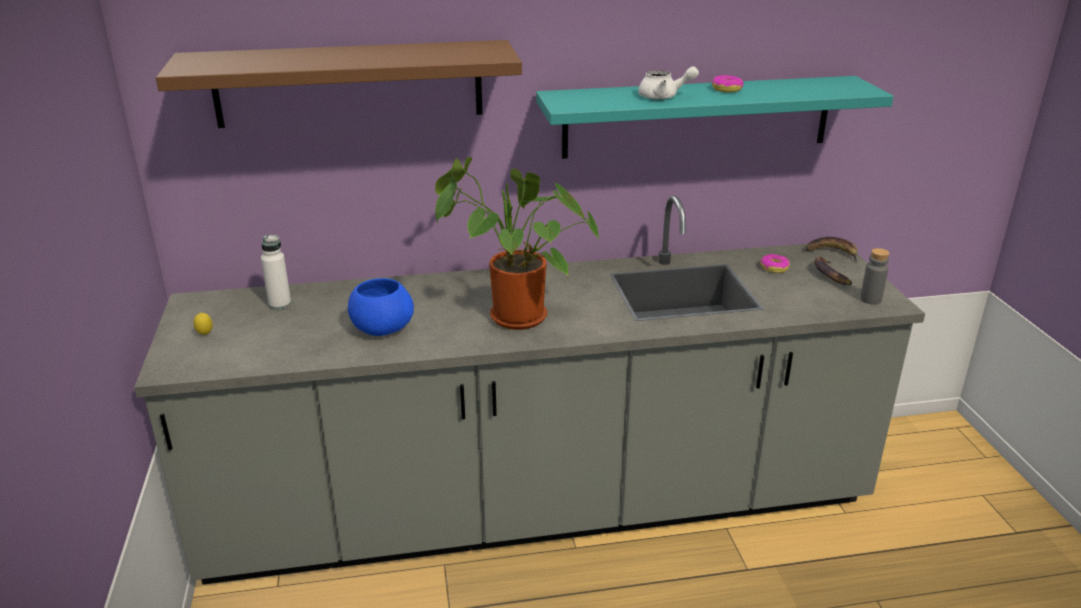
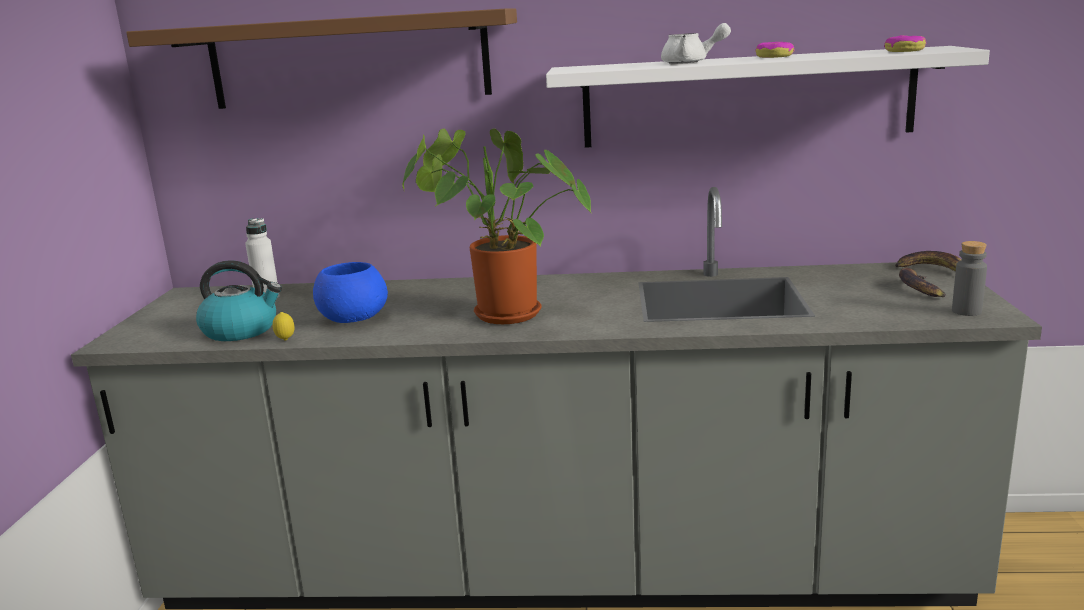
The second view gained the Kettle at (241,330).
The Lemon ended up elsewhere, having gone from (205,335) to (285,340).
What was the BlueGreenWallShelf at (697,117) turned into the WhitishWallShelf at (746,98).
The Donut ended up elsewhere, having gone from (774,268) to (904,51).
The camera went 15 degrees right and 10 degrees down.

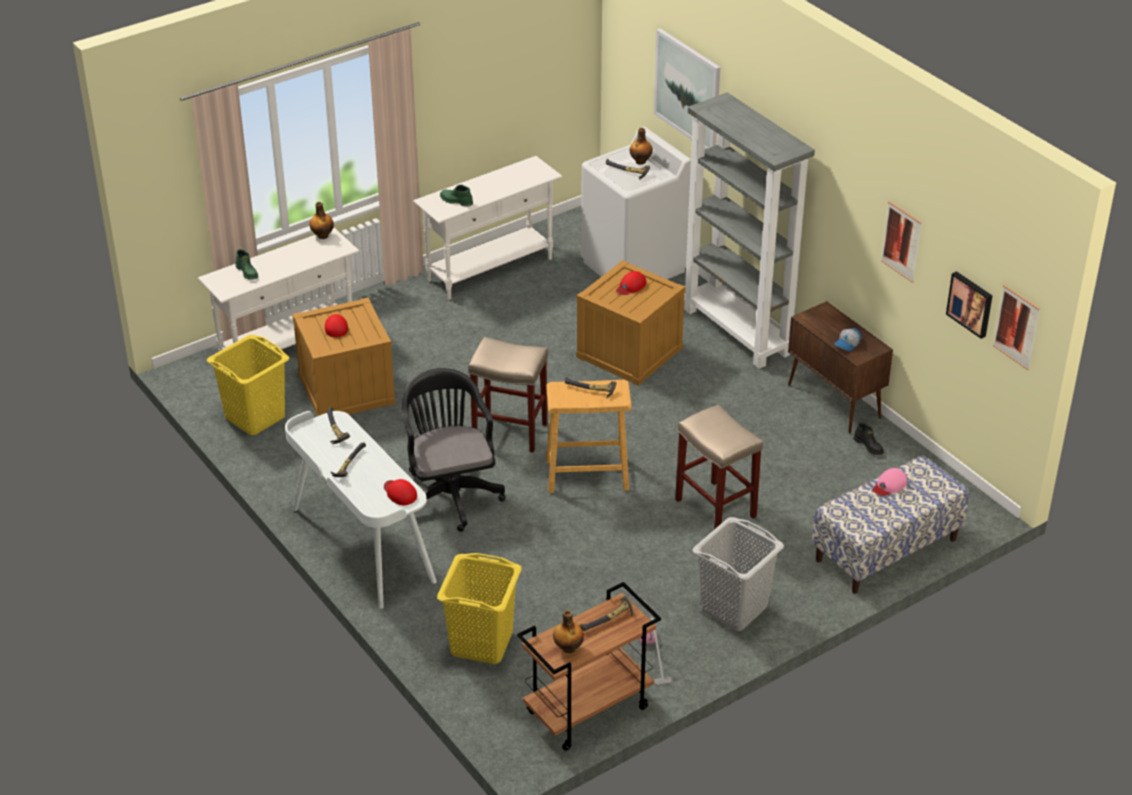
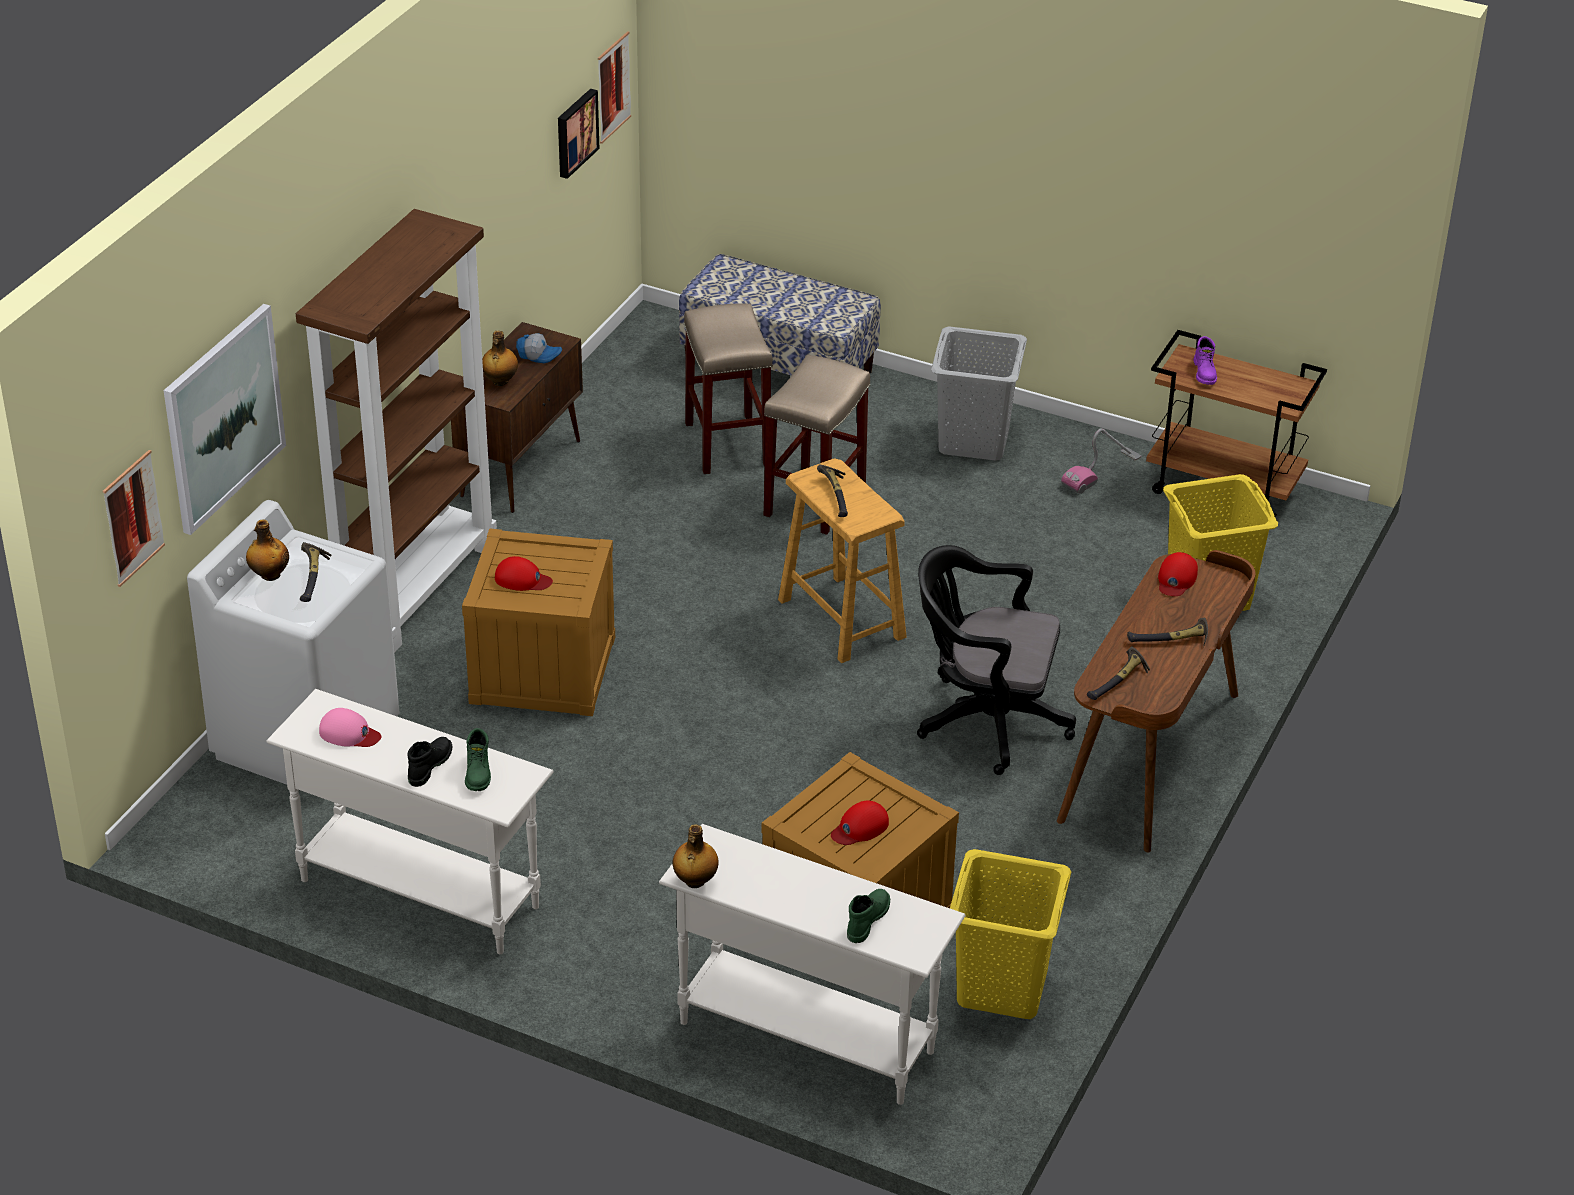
The WallPicture ended up elsewhere, having gone from (901,241) to (133,518).
What was the GreyishShelvingUnit at (738,332) turned into the BrownishShelvingUnit at (416,588).
The PinkColouredCap ended up elsewhere, having gone from (889,485) to (349,733).
The BlackHighTopBoot ended up elsewhere, having gone from (869,446) to (429,765).
The Bottle ended up elsewhere, having gone from (568,647) to (500,381).
The SandColouredSittingStool ended up elsewhere, having gone from (508,432) to (728,445).
The BlackOfficeChair at (450,493) ended up facing another way, 60 degrees clockwise from before.
What was the WhitishDesk at (361,545) turned into the BrownishDesk at (1152,757).
Where the HandHammer stood at (609,620), the PurpleHighTopBoot came to stand at (1205,373).
The camera went 120 degrees left and 0 degrees up.

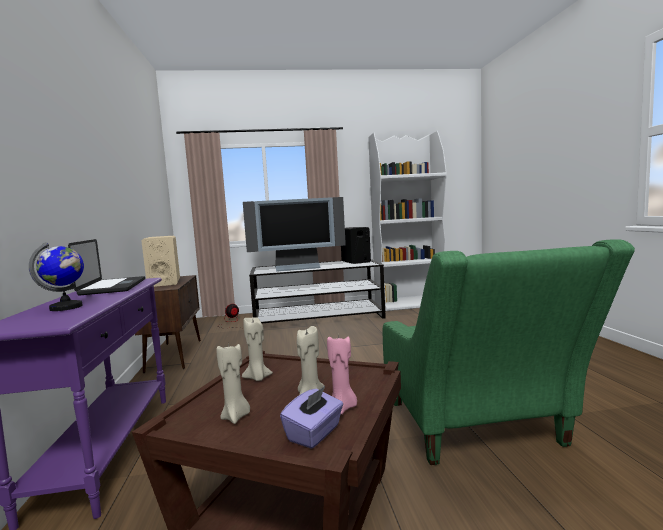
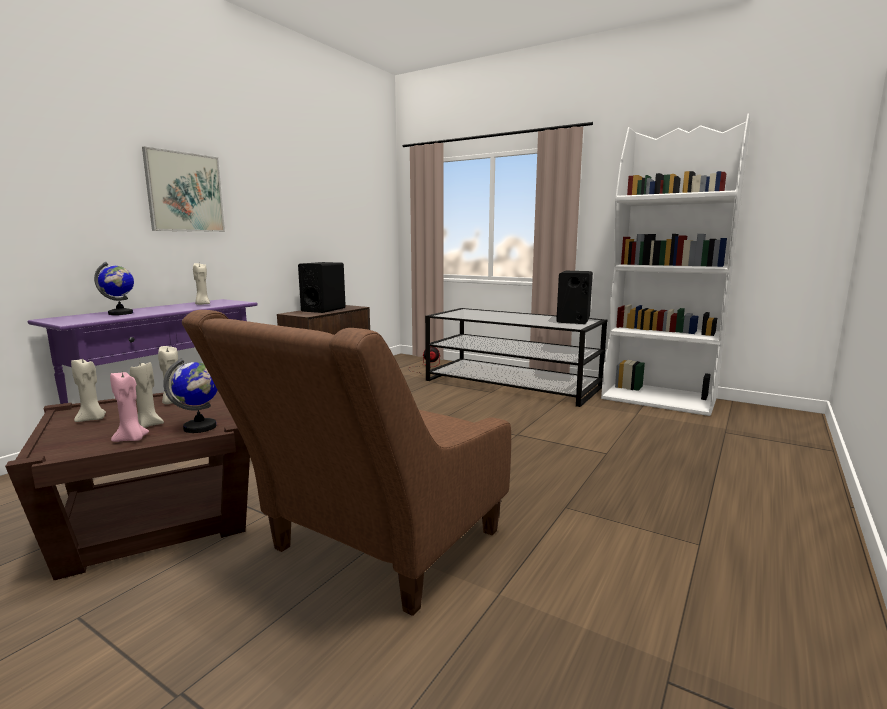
The second view gained the WallPicture at (185,192).
The second view gained the Globe at (200,427).
What was the GreenEasyChair at (480,432) turned into the BrownishEasyChair at (371,552).
Where the NotebookComputer stood at (113,287), the SandColouredWaxLight came to stand at (202,304).
What was the SandColouredSpeaker at (164,282) turned into the BlackSpeaker at (323,309).
The second view lost the TvSet at (297,268).
The second view lost the PurpleTissueHolder at (314,433).
The camera went 40 degrees right and 5 degrees up.

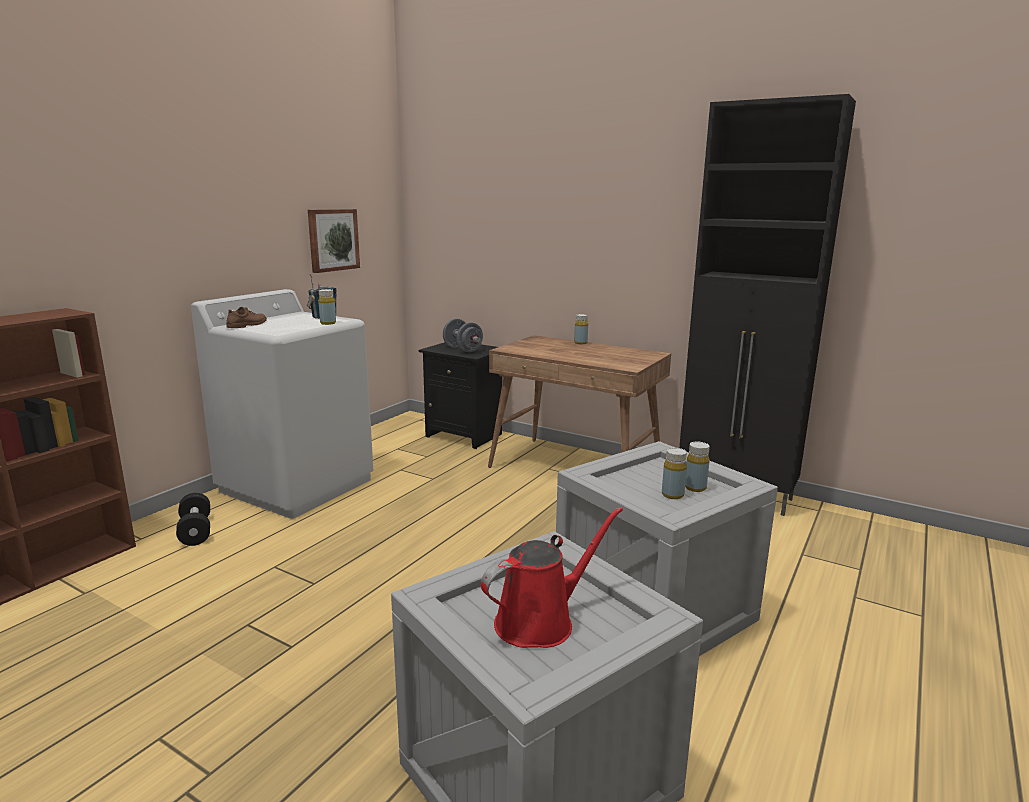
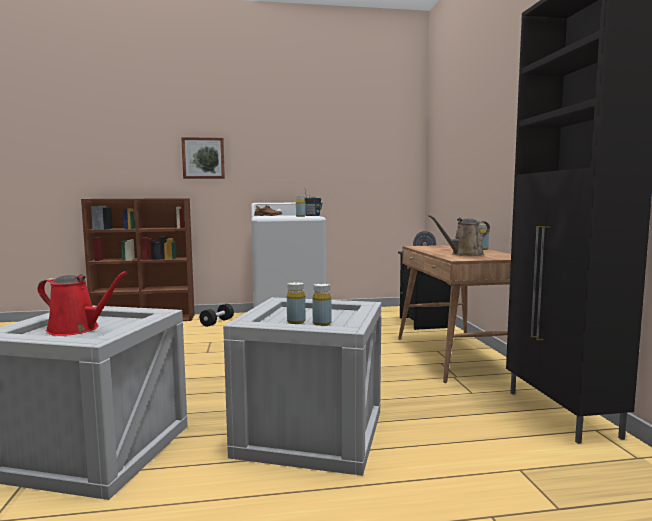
The WallPicture ended up elsewhere, having gone from (333,240) to (203,158).
The second view gained the BrownishSprinklingCan at (464,254).
The camera went 50 degrees right and 10 degrees down.

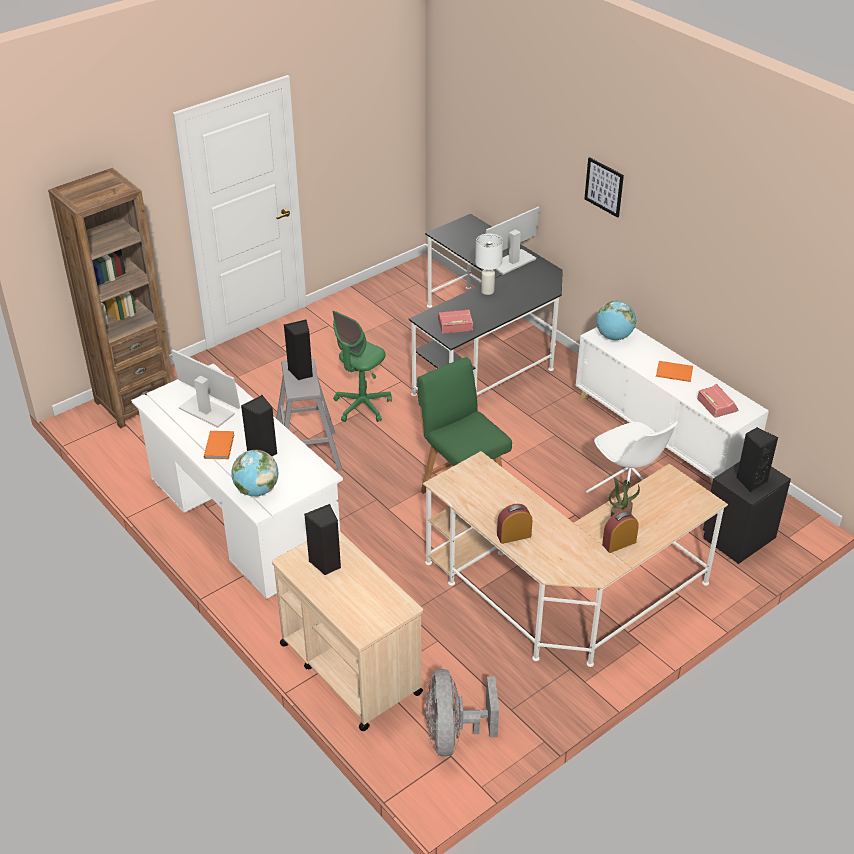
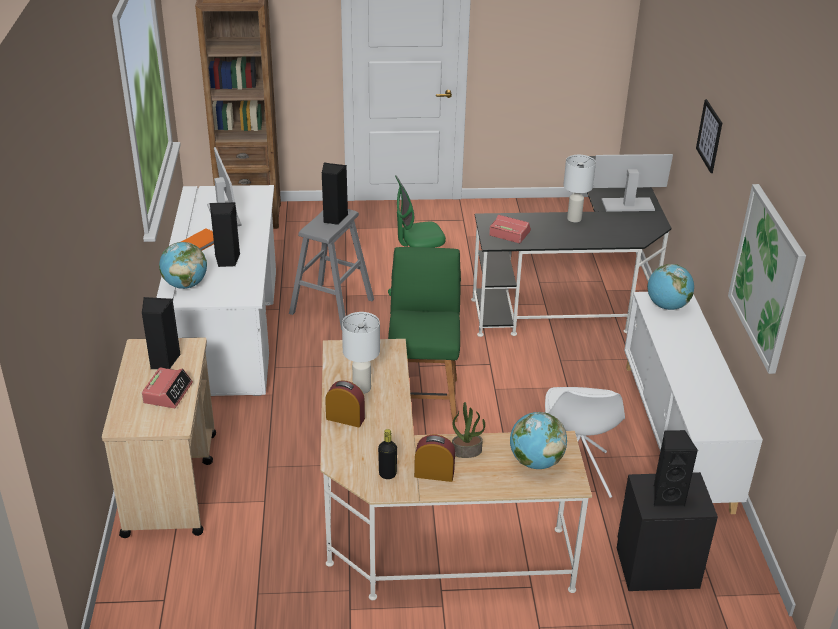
The AlarmClock ended up elsewhere, having gone from (717,405) to (168,393).
The second view gained the WhitishTabletopLamp at (362,388).
The second view gained the BlackBottle at (387,474).
The second view gained the Globe at (535,462).
The second view gained the WallPicture at (767,277).
The second view lost the GreyishElectricFan at (453,735).
The second view lost the OrangeBoundBook at (673,372).
The camera went 35 degrees right and 5 degrees down.

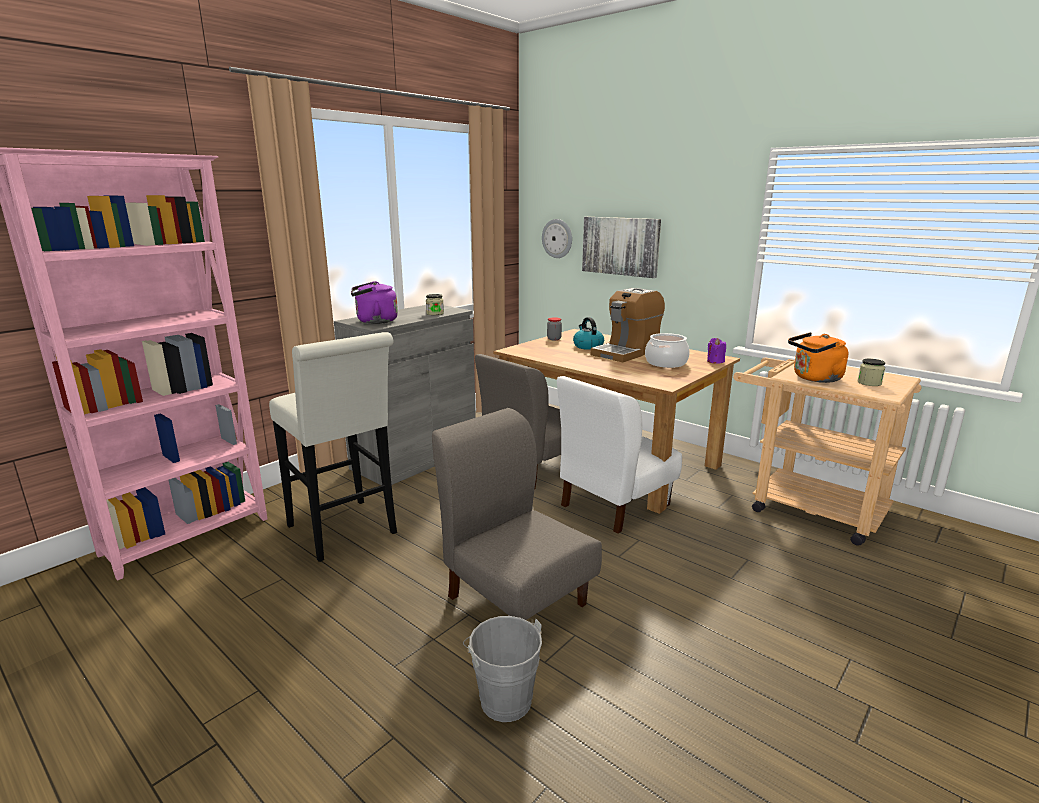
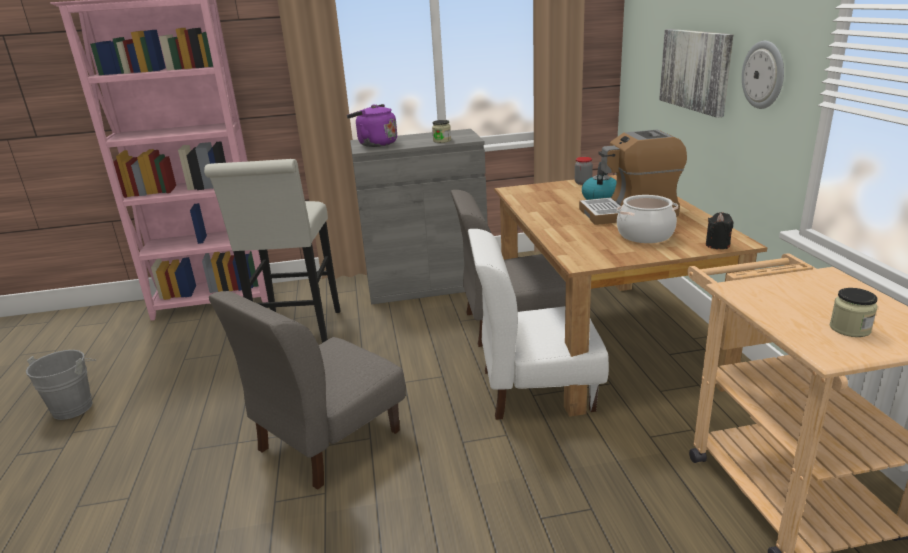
The GreyishWaterBucket ended up elsewhere, having gone from (503,697) to (75,406).
The GreyishPlainChair at (516,599) ended up facing another way, 135 degrees counterclockwise from before.
What was the PurpleWaxLight at (715,361) turned into the BlackWaxLight at (717,245).
The ClockOnTheWall ended up elsewhere, having gone from (557,238) to (764,75).
The second view lost the OrangeKettle at (814,378).
The camera went 40 degrees right and 5 degrees up.

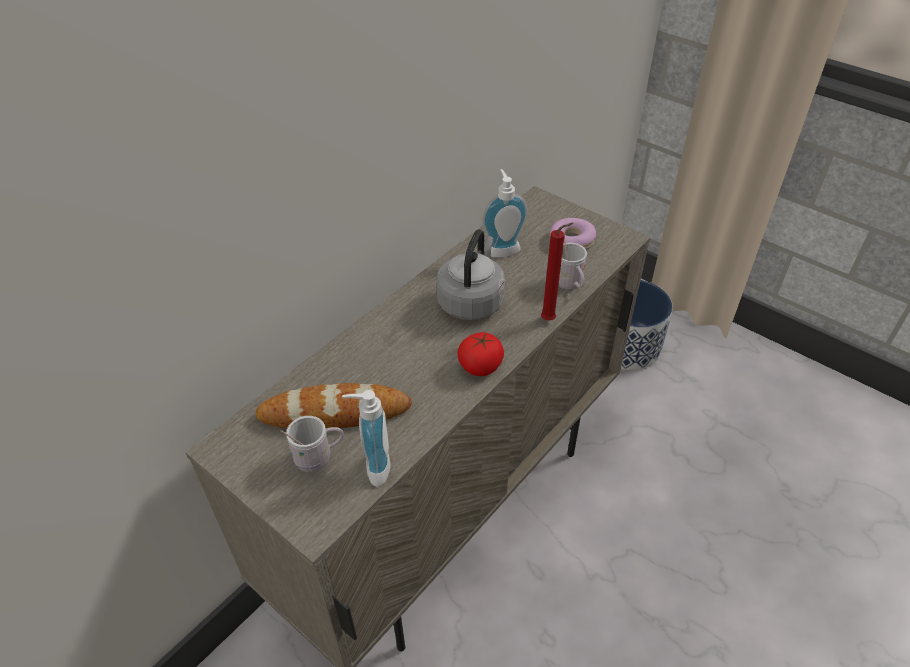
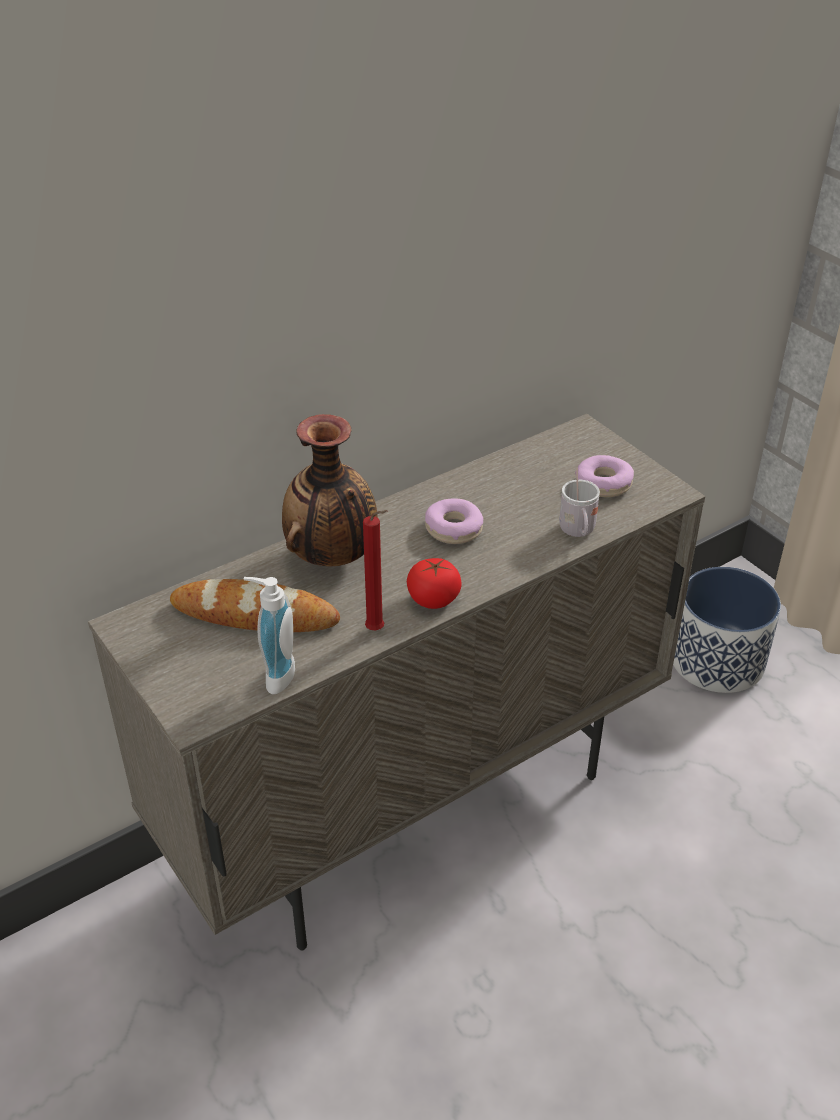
The second view gained the Vase at (332,557).
The ReddishWaxLight ended up elsewhere, having gone from (550,320) to (378,630).
Where the GreyishKettle stood at (472,301), the Donut came to stand at (453,529).
The second view lost the WhitishMug at (319,458).
The second view lost the LiquidSoapBottle at (502,249).
The camera went 15 degrees right and 5 degrees down.

